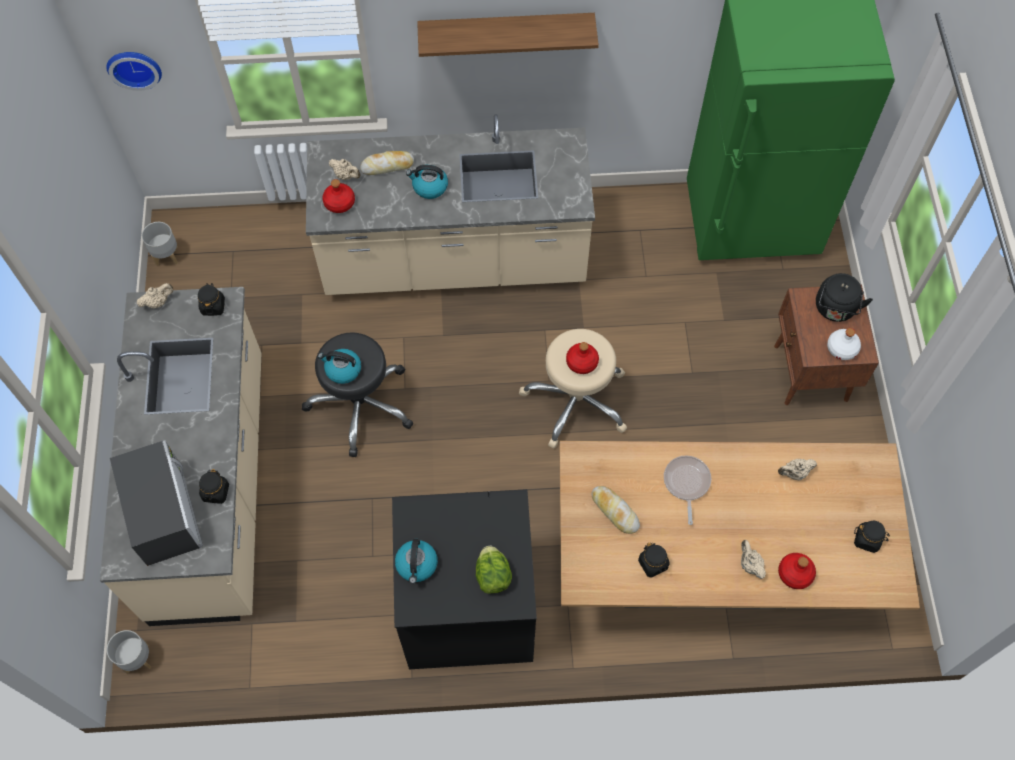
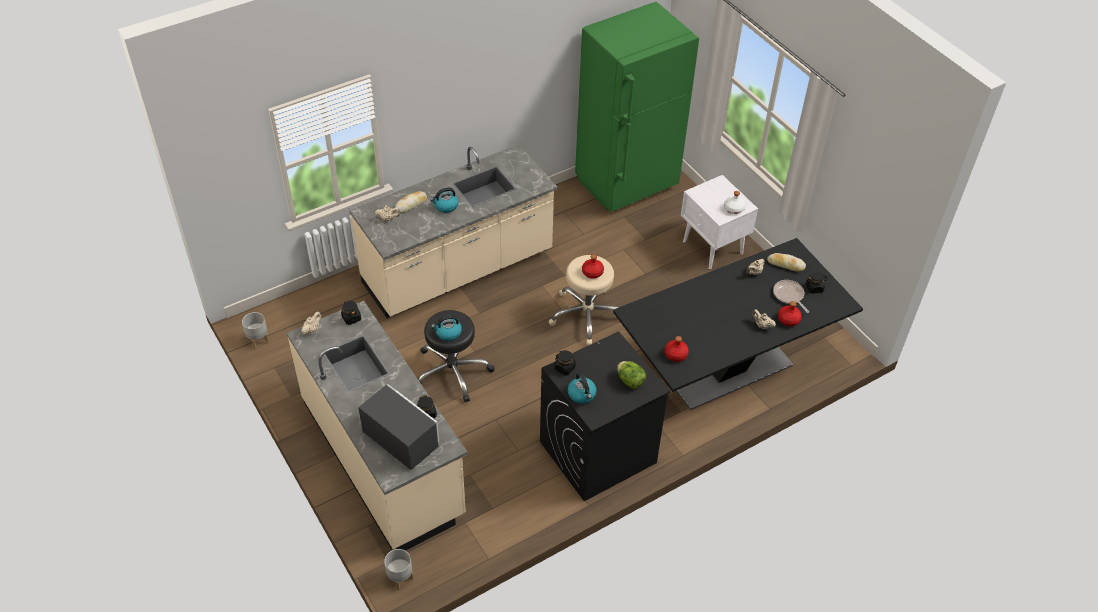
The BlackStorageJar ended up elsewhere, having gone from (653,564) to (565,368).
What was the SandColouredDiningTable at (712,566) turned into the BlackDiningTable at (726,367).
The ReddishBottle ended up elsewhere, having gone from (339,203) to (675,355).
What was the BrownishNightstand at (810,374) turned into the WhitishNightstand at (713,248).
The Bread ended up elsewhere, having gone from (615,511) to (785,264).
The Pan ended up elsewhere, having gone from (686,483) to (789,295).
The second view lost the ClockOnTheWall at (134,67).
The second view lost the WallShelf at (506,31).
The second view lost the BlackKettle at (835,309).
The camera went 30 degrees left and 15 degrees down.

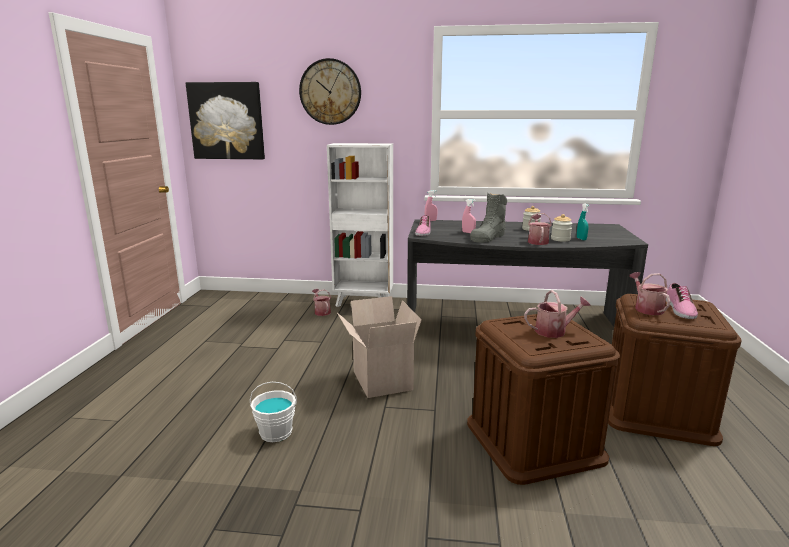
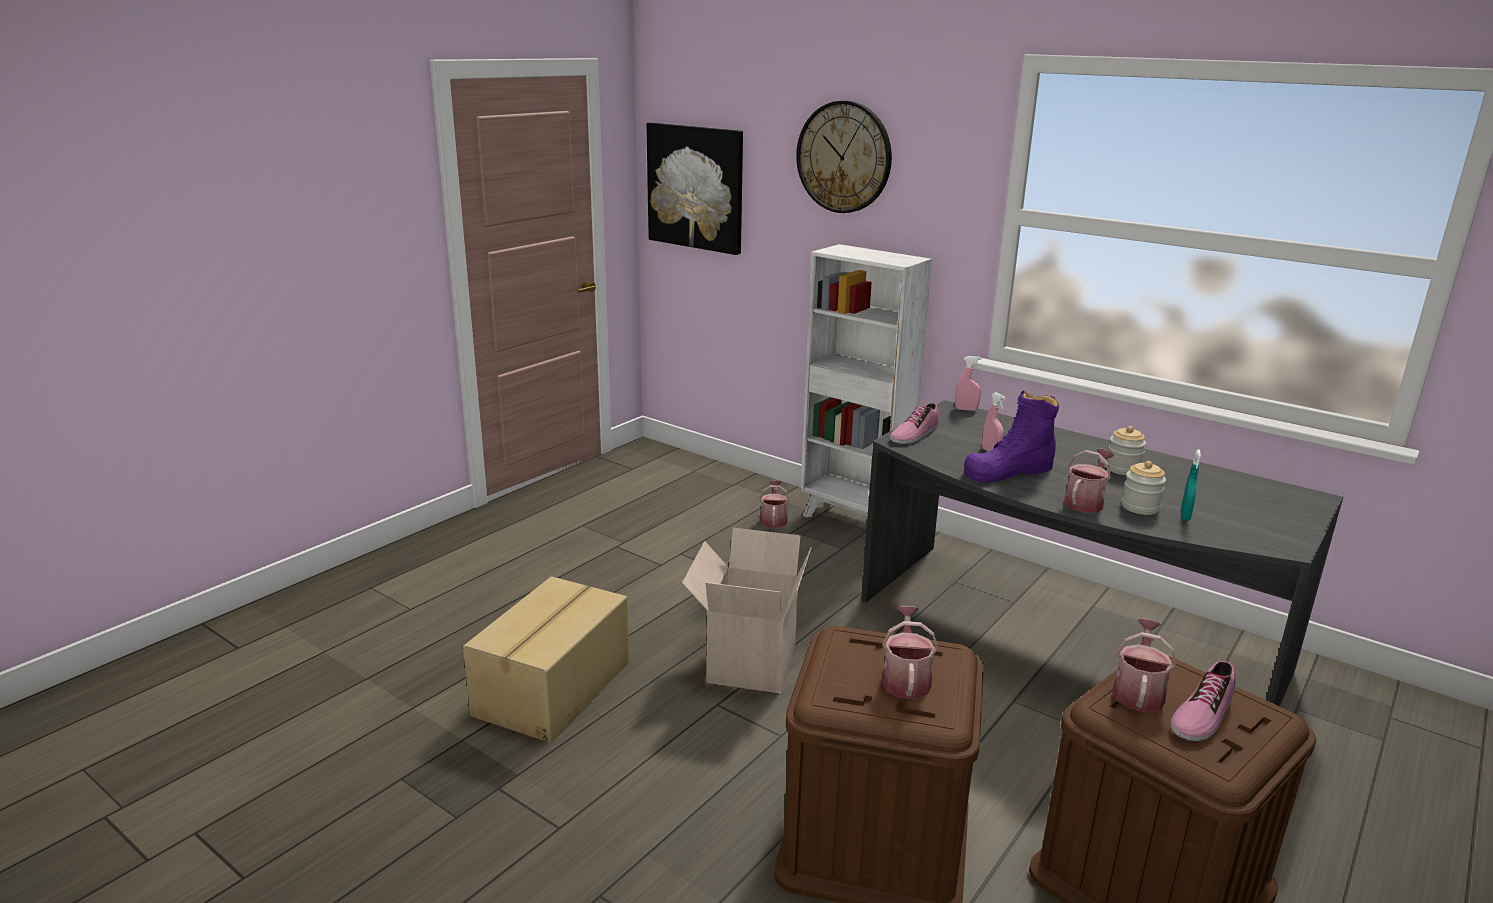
Where the WhitishWaterBucket stood at (276,432), the PackingBox came to stand at (555,688).
The SprinklingCan at (554,331) ended up facing another way, 105 degrees counterclockwise from before.
What was the GreyishHighTopBoot at (488,237) turned into the PurpleHighTopBoot at (1009,471).
The camera went 30 degrees right and 5 degrees up.

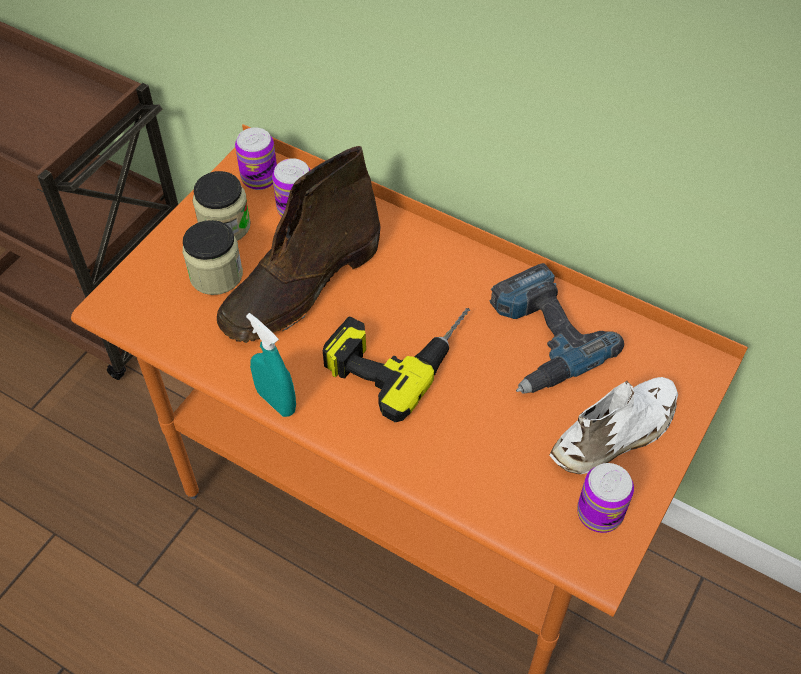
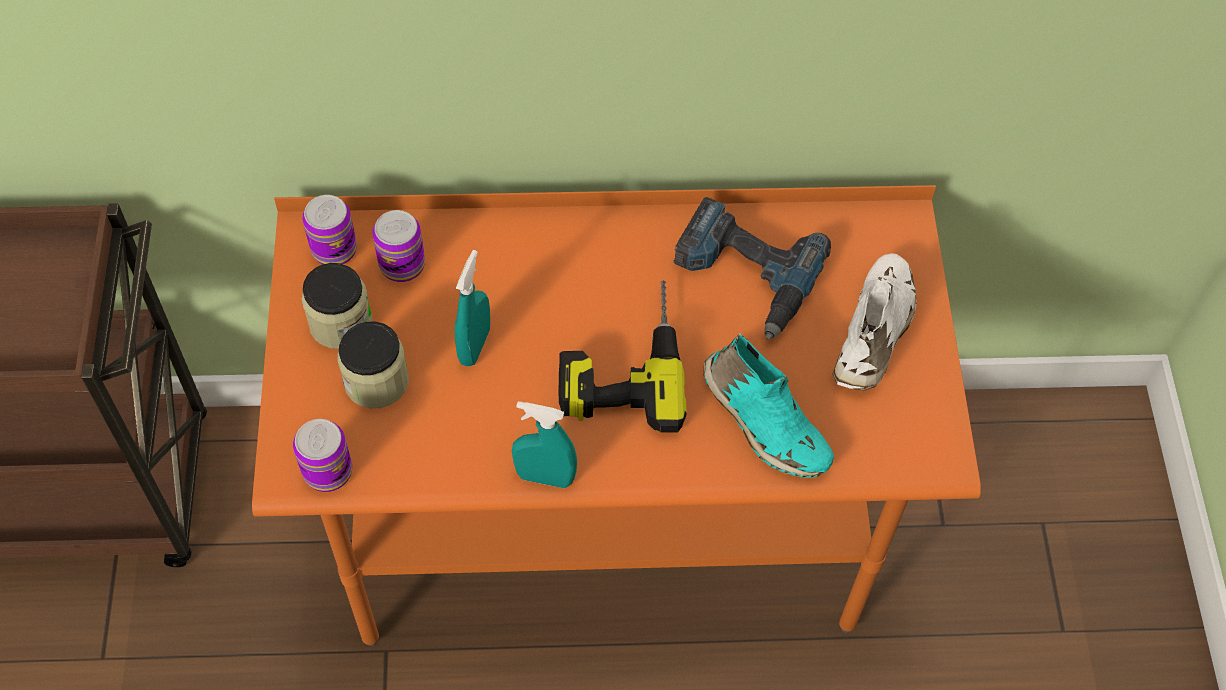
The MetalCan ended up elsewhere, having gone from (599,513) to (328,471).
Where the BrownishHighTopBoot stood at (301,286), the BlueGreenSprayer came to stand at (474,346).
The second view gained the BlueGreenLowShoe at (763,422).
The camera went 35 degrees left and 5 degrees up.

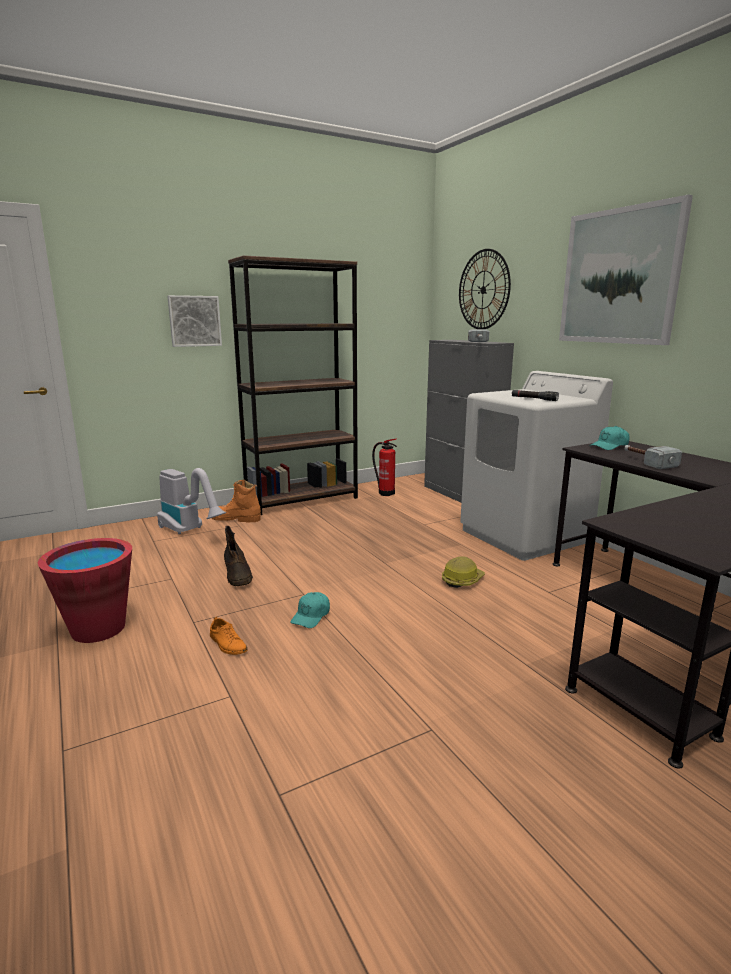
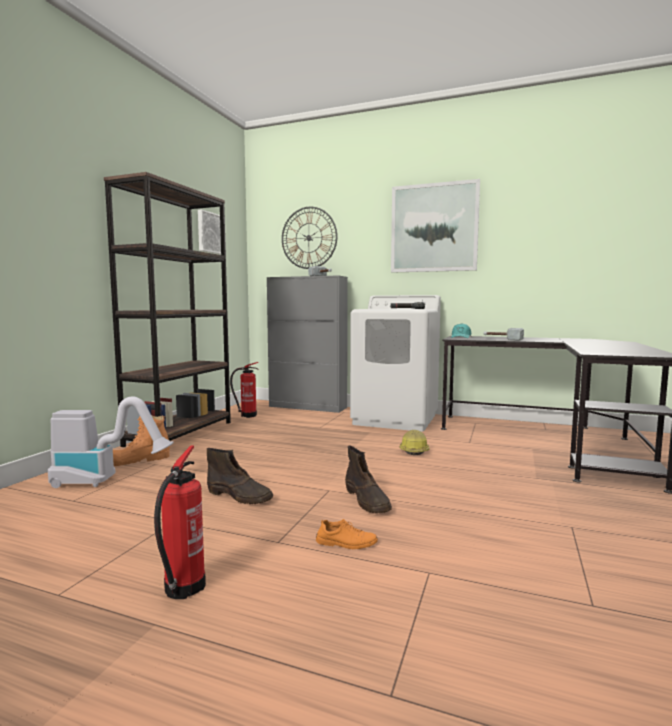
Where the ReddishWaterBucket stood at (98,629), the FireFightingCylinder came to stand at (182,589).
The WallPicture ended up elsewhere, having gone from (194,321) to (210,233).
Where the BlueGreenCap stood at (311,616), the BrownishHighTopBoot came to stand at (367,501).
The camera went 40 degrees left and 10 degrees down.

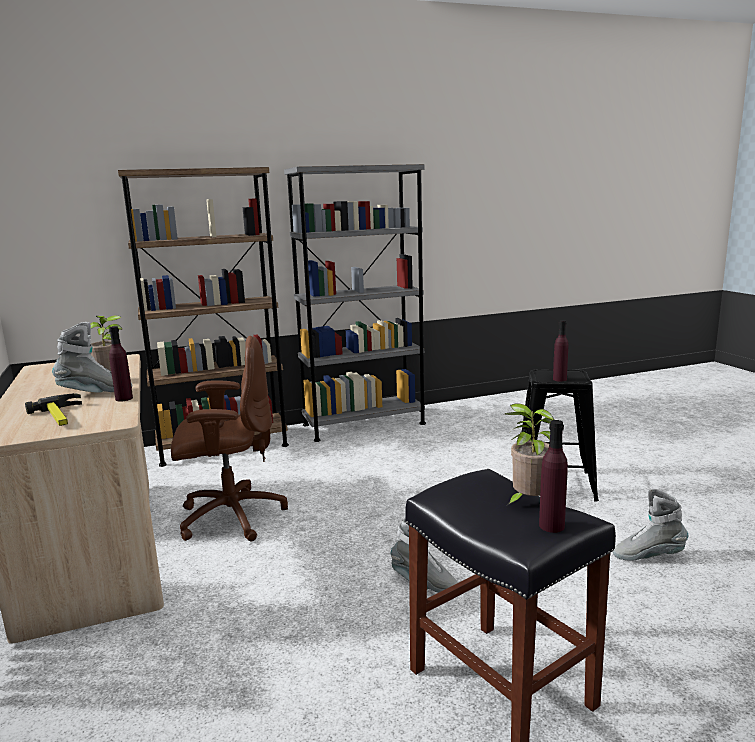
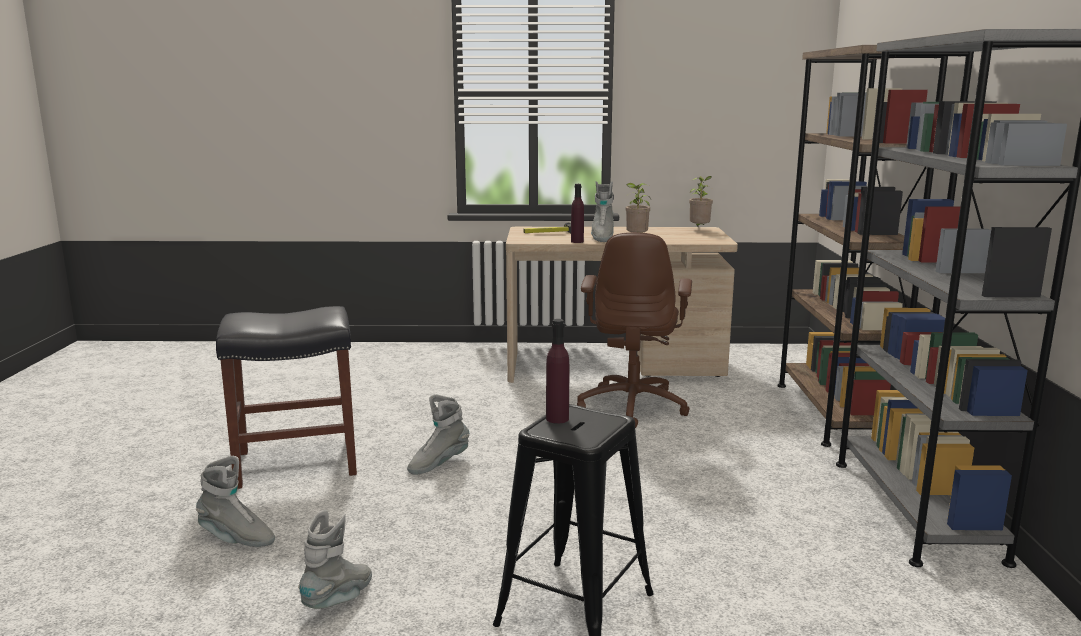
The second view gained the GreyishHighTopBoot at (236,539).
The PottedPlant ended up elsewhere, having gone from (528,502) to (699,229).
The second view lost the PurpleBottle at (551,526).
The camera went 110 degrees right and 0 degrees up.

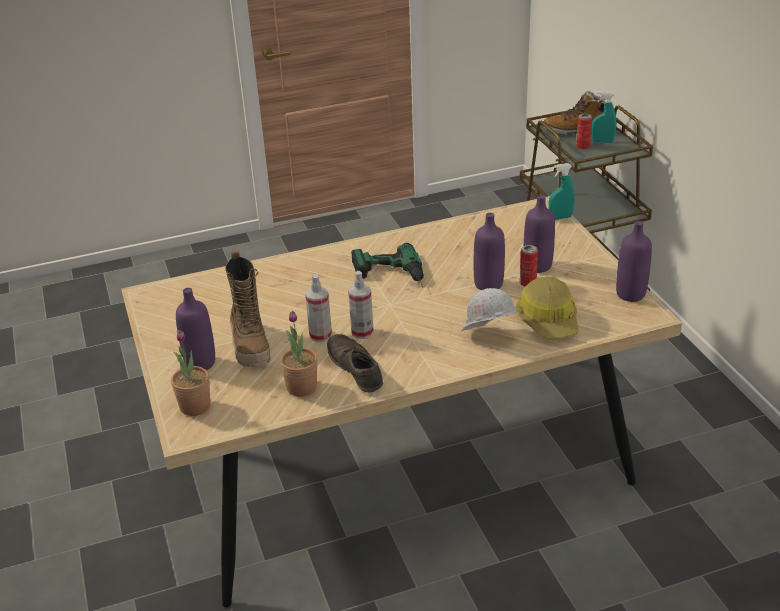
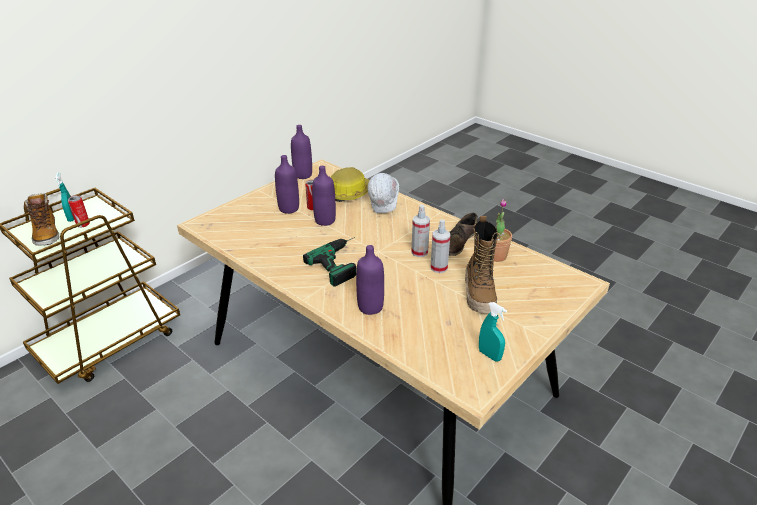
The PurpleBottle ended up elsewhere, having gone from (200,363) to (370,307).
The HighTopBoot at (251,346) ended up facing another way, 135 degrees clockwise from before.
The BlueGreenSprayer ended up elsewhere, having gone from (560,218) to (489,355).
The second view lost the PottedPlant at (195,406).
The camera went 120 degrees left and 0 degrees up.

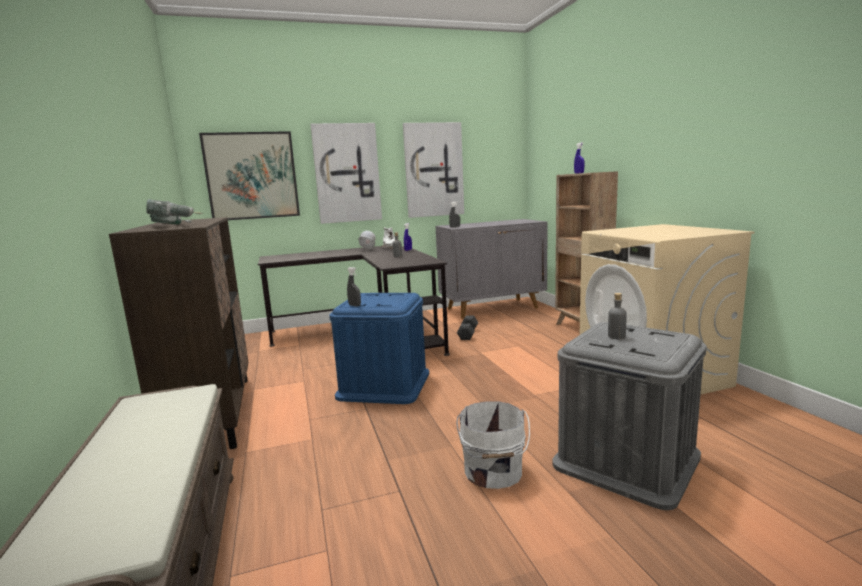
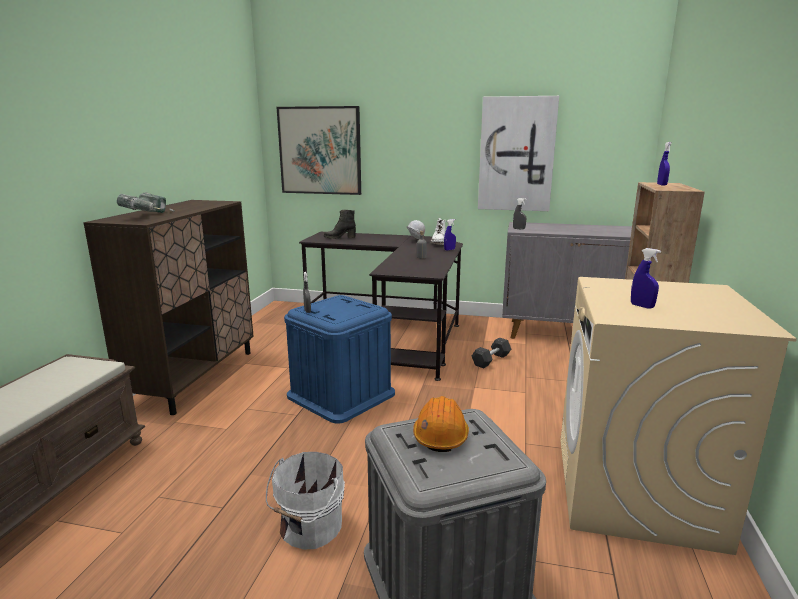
The second view gained the BlackHighTopBoot at (339,238).
Where the GreyishBottle stood at (616,336), the OrangeSafetyHelmet came to stand at (440,436).
The second view gained the BlueSprayer at (642,306).
The second view lost the WallPicture at (347,173).
The camera went 30 degrees right and 5 degrees up.

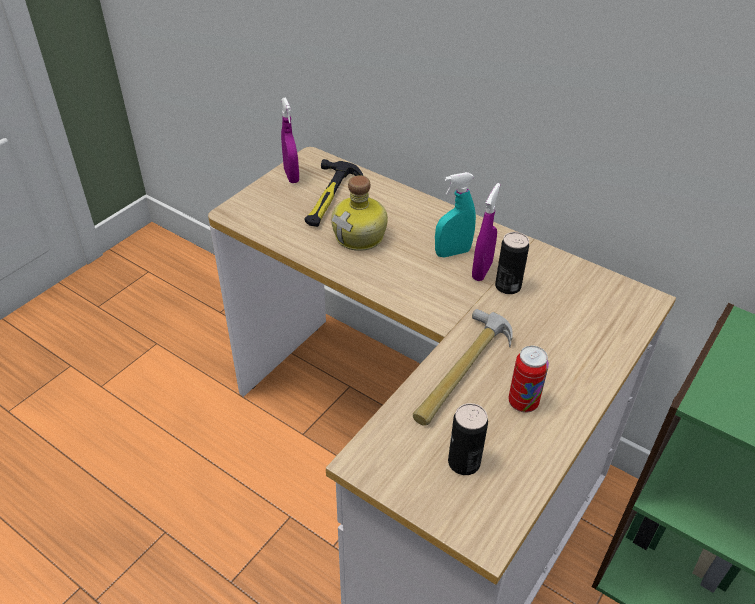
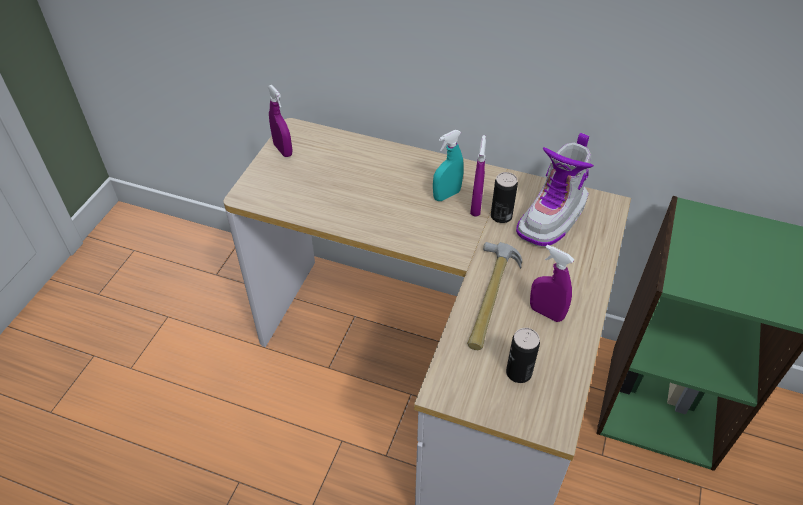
The second view gained the HighTopBoot at (553,217).
Where the MetalCan stood at (523,403), the PurpleSprayer came to stand at (546,313).
The second view lost the HandHammer at (329,197).
The second view lost the Bottle at (361,236).
The camera went 15 degrees left and 5 degrees up.

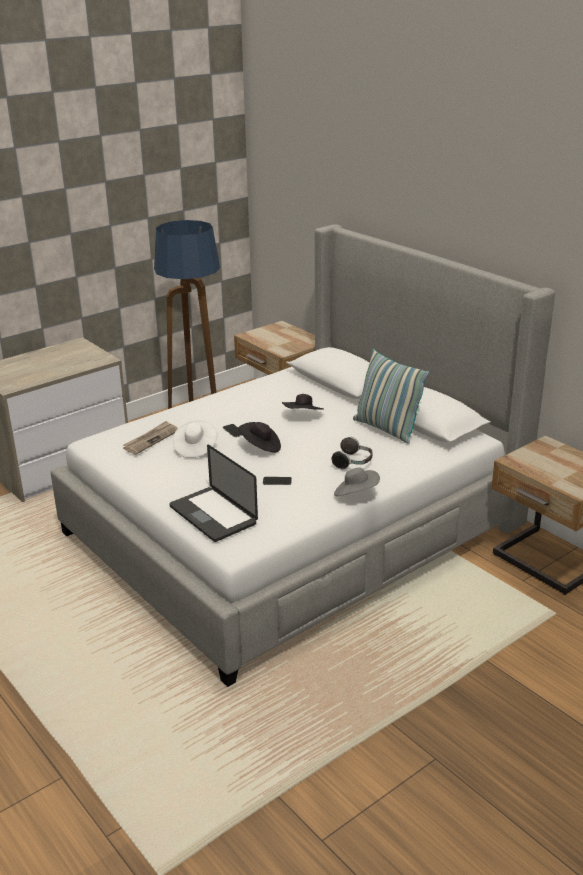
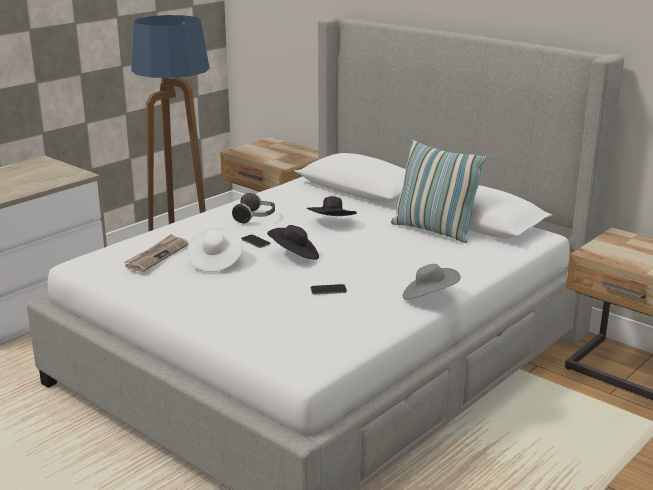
The PairOfHeadphones ended up elsewhere, having gone from (353,463) to (255,218).
The second view lost the NotebookComputer at (213,515).
The camera went 10 degrees left and 5 degrees down.

